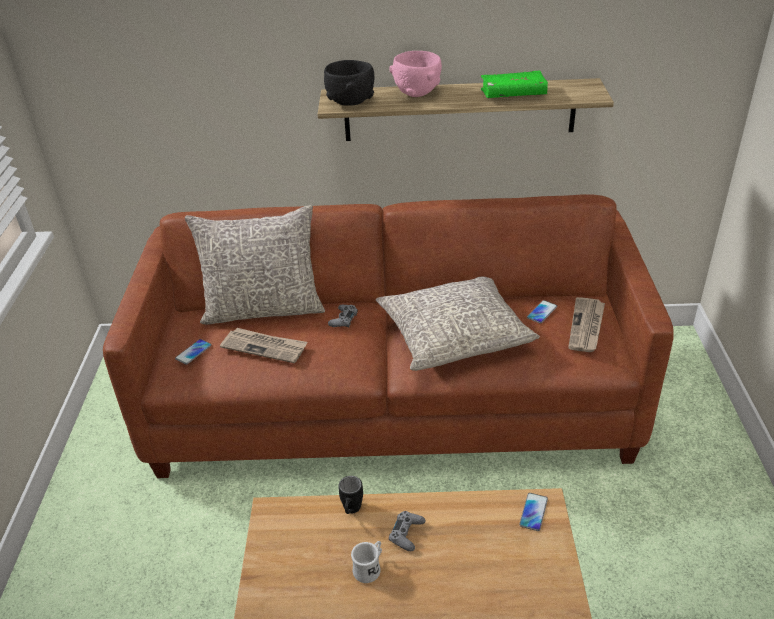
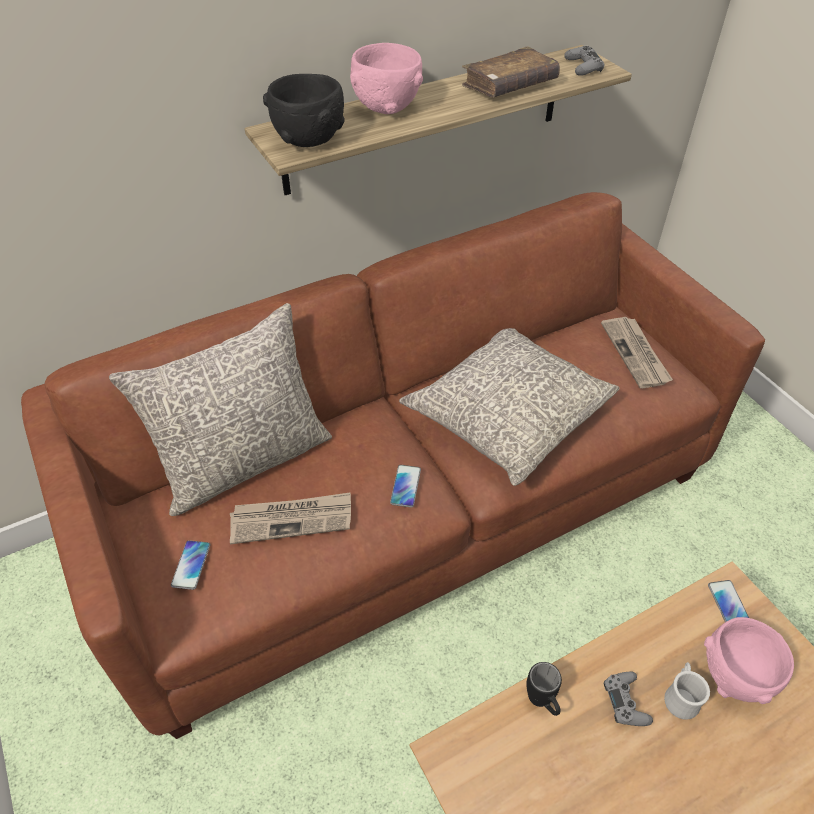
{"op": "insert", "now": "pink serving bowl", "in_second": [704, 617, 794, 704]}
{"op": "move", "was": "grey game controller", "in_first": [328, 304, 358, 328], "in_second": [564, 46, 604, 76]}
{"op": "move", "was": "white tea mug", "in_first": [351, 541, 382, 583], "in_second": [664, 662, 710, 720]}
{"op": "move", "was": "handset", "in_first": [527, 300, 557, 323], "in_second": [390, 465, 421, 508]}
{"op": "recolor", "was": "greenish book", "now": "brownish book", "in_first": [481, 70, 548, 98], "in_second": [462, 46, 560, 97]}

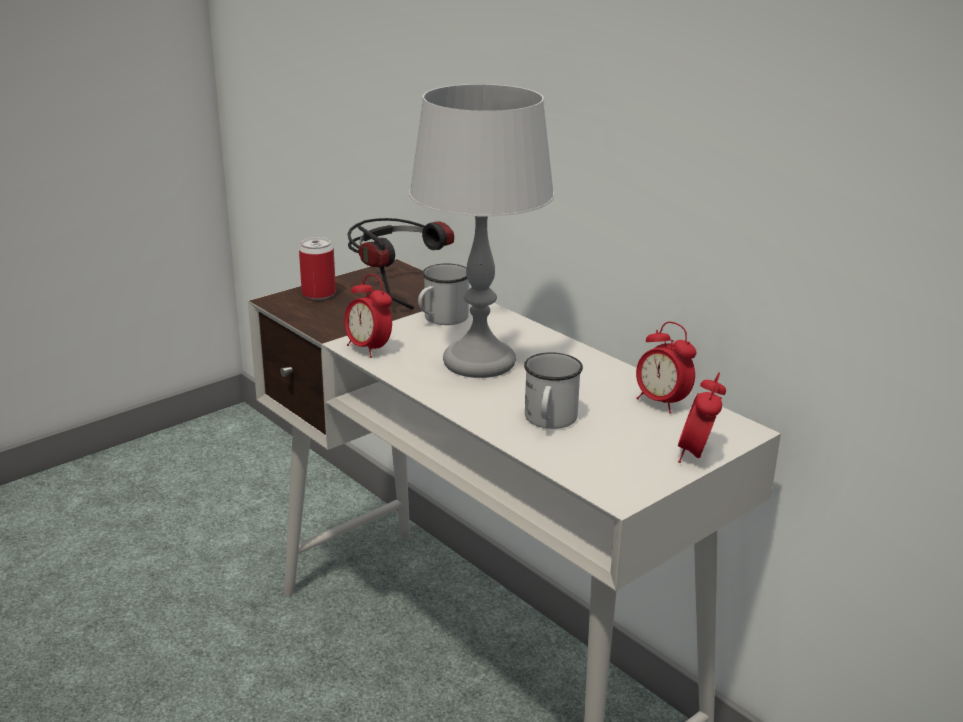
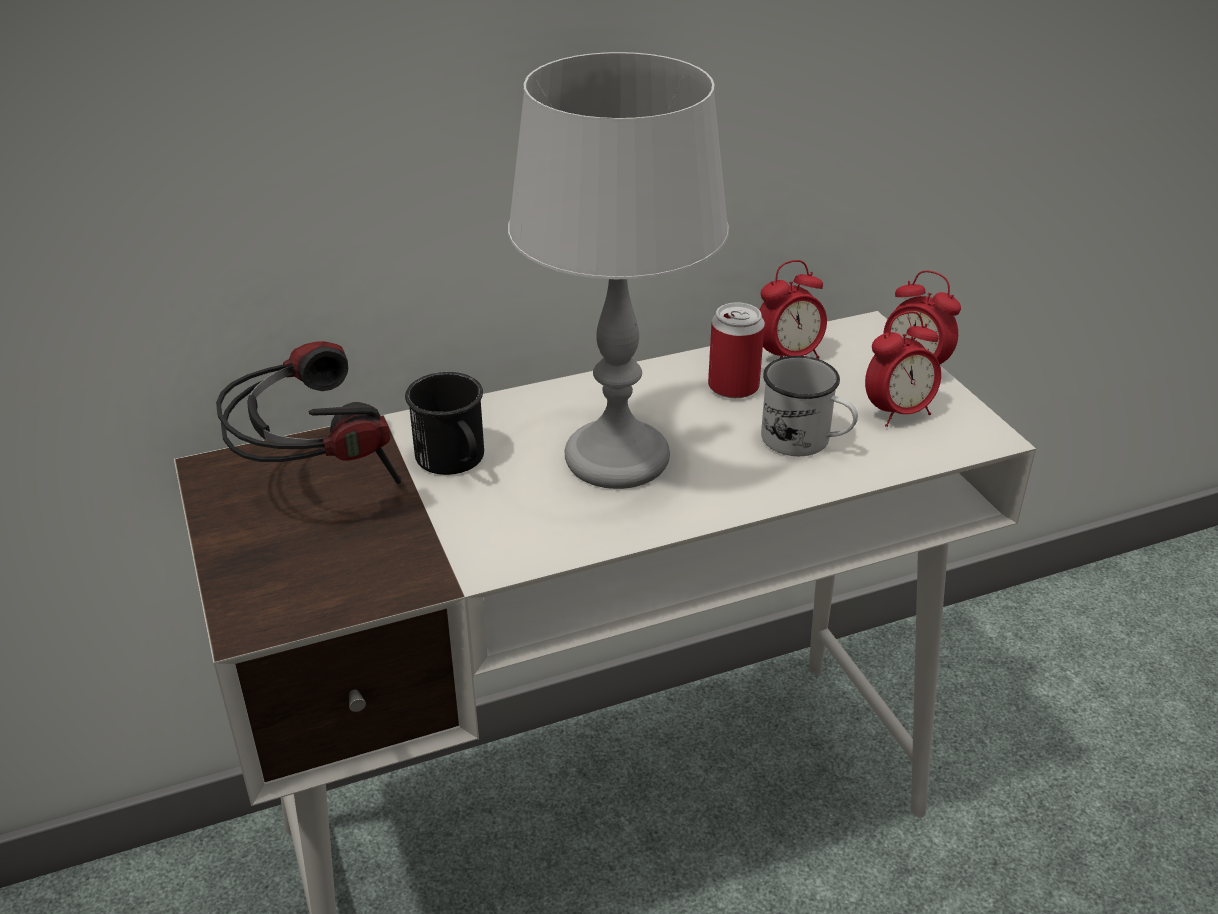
{"op": "move", "was": "sealed can", "in_first": [299, 237, 336, 300], "in_second": [708, 302, 765, 398]}
{"op": "move", "was": "bedside clock", "in_first": [344, 274, 392, 358], "in_second": [865, 311, 941, 427]}
{"op": "recolor", "was": "white tea mug", "now": "blackish tea mug", "in_first": [418, 264, 469, 325], "in_second": [405, 372, 484, 475]}

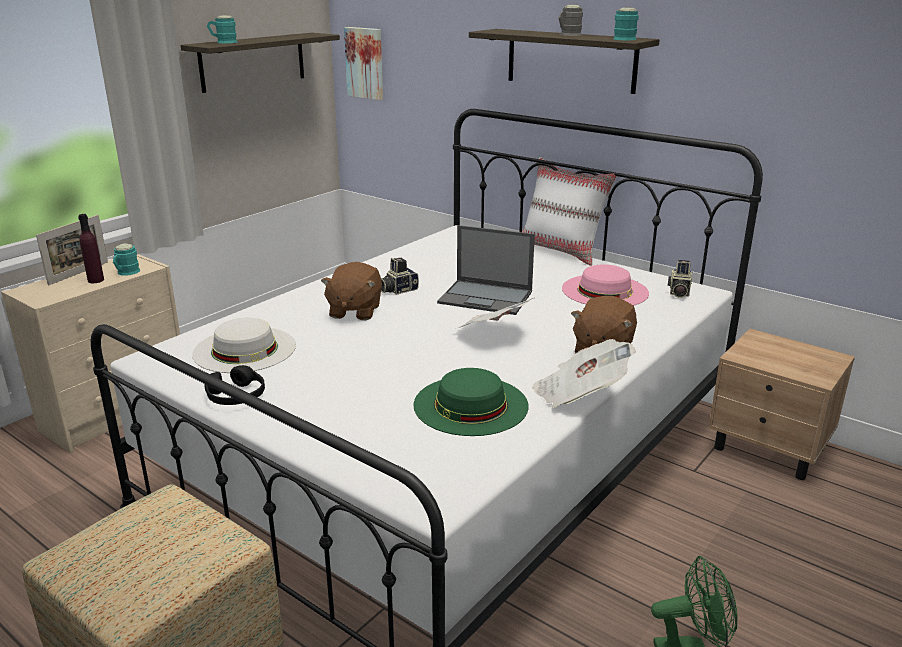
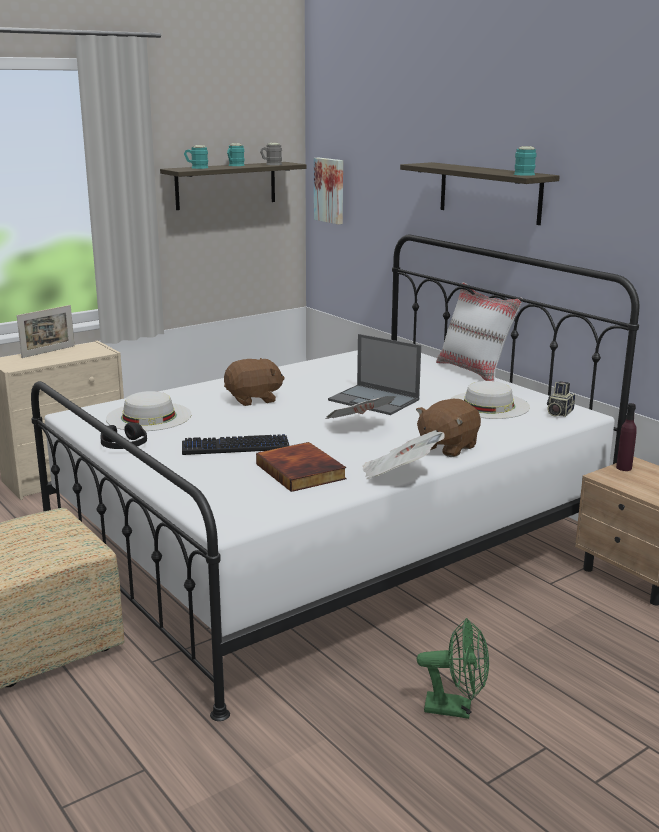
{"op": "delete", "was": "photo camera", "in_first": [381, 258, 419, 295]}
{"op": "insert", "now": "PC keyboard", "in_second": [182, 434, 290, 455]}
{"op": "move", "was": "purple-coloured bottle", "in_first": [78, 214, 104, 283], "in_second": [616, 403, 637, 471]}
{"op": "move", "was": "blue-green tea mug", "in_first": [113, 243, 140, 276], "in_second": [227, 143, 245, 166]}
{"op": "move", "was": "grey tea mug", "in_first": [558, 5, 583, 36], "in_second": [260, 142, 282, 165]}
{"op": "replace", "was": "greenish wearable hat", "now": "book", "in_first": [414, 368, 528, 436], "in_second": [256, 442, 347, 492]}
{"op": "recolor", "was": "pink wearable hat", "now": "white wearable hat", "in_first": [562, 264, 649, 305], "in_second": [450, 381, 530, 419]}
{"op": "rotate", "was": "brownish soft toy", "in_first": [321, 262, 382, 320], "in_second": [224, 358, 285, 406], "clockwise": -135}

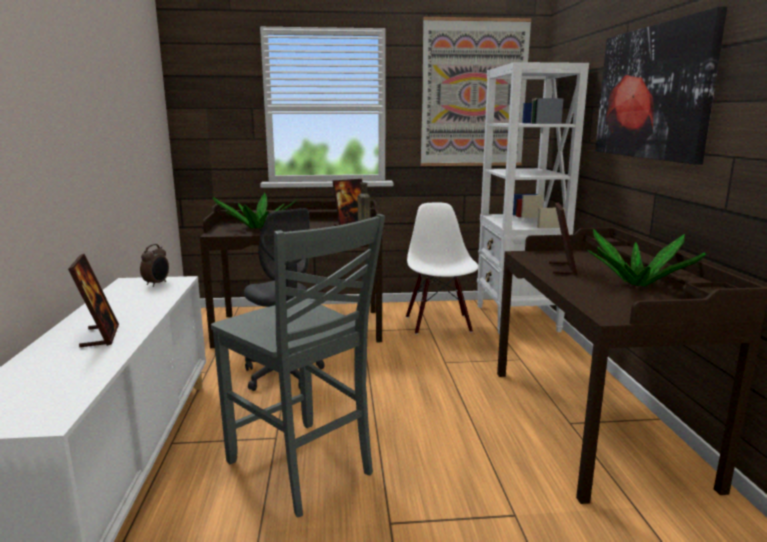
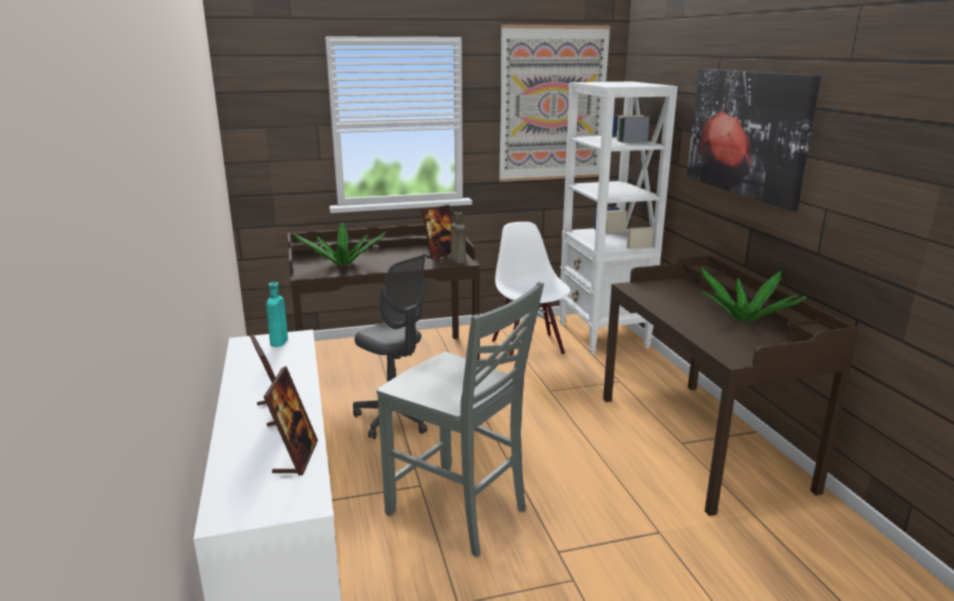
{"op": "move", "was": "picture frame", "in_first": [549, 203, 577, 276], "in_second": [264, 366, 318, 476]}
{"op": "replace", "was": "bedside clock", "now": "blue-green bottle", "in_first": [140, 244, 169, 287], "in_second": [266, 282, 288, 347]}

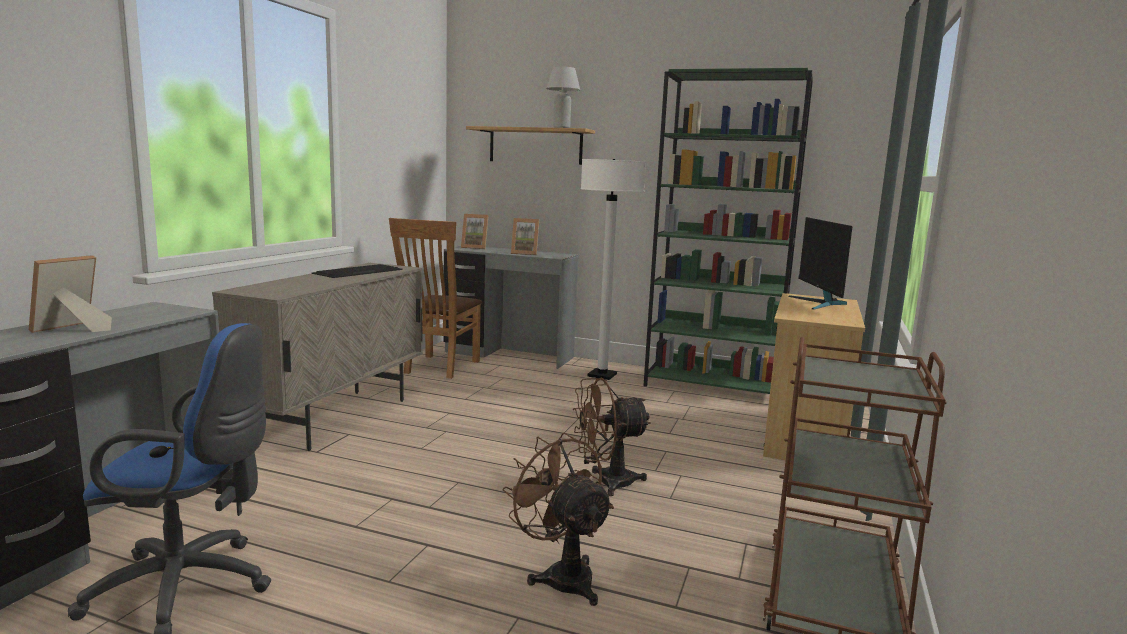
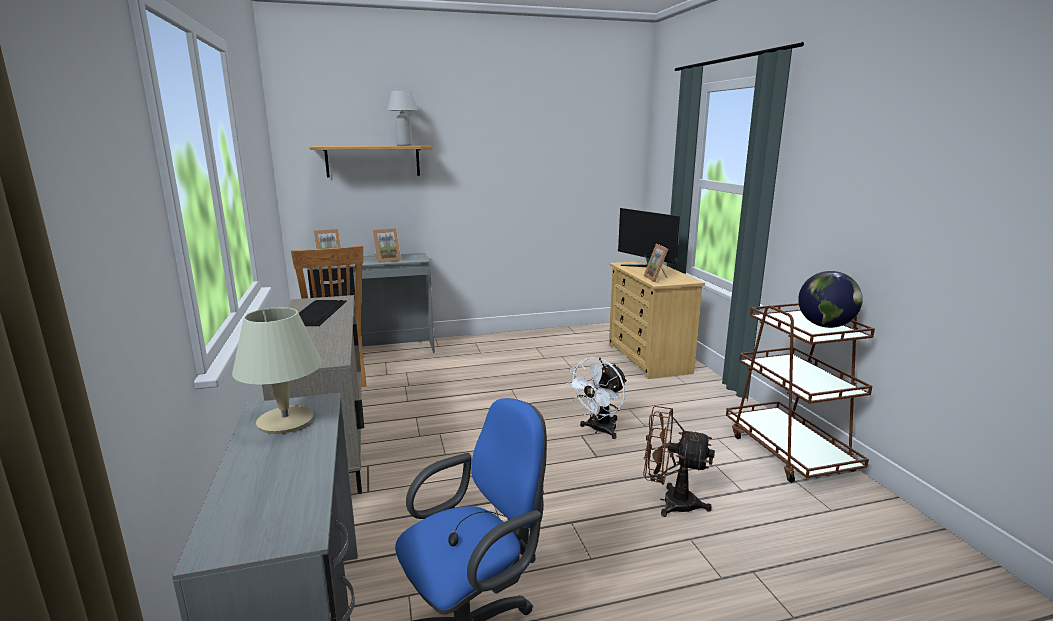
{"op": "delete", "was": "white floor lamp", "in_first": [581, 159, 646, 380]}
{"op": "delete", "was": "greenish bookshelf", "in_first": [643, 68, 813, 394]}
{"op": "insert", "now": "beige-coloured tabletop lamp", "in_second": [232, 307, 322, 434]}
{"op": "insert", "now": "globe", "in_second": [798, 271, 863, 328]}
{"op": "move", "was": "picture frame", "in_first": [29, 255, 112, 333], "in_second": [643, 244, 668, 282]}
{"op": "recolor", "was": "brownish fan", "now": "white fan", "in_first": [573, 377, 651, 496], "in_second": [566, 357, 627, 439]}

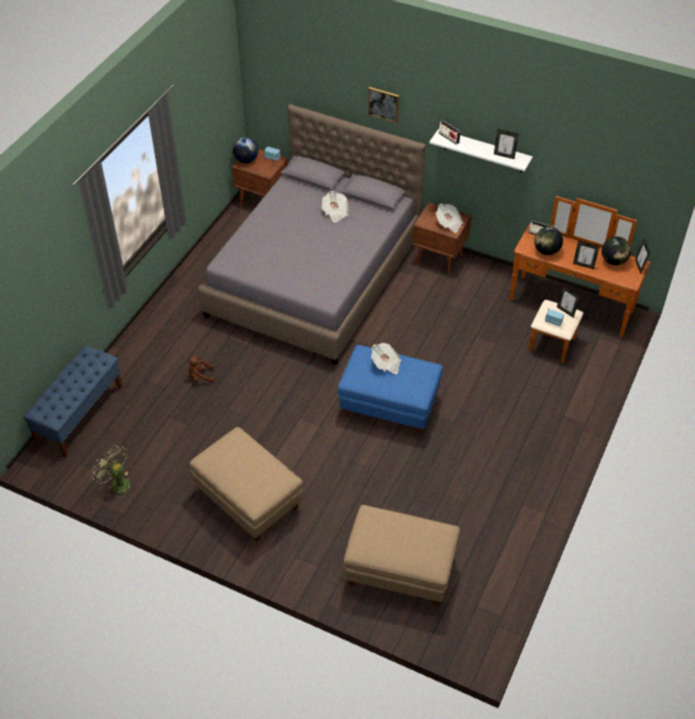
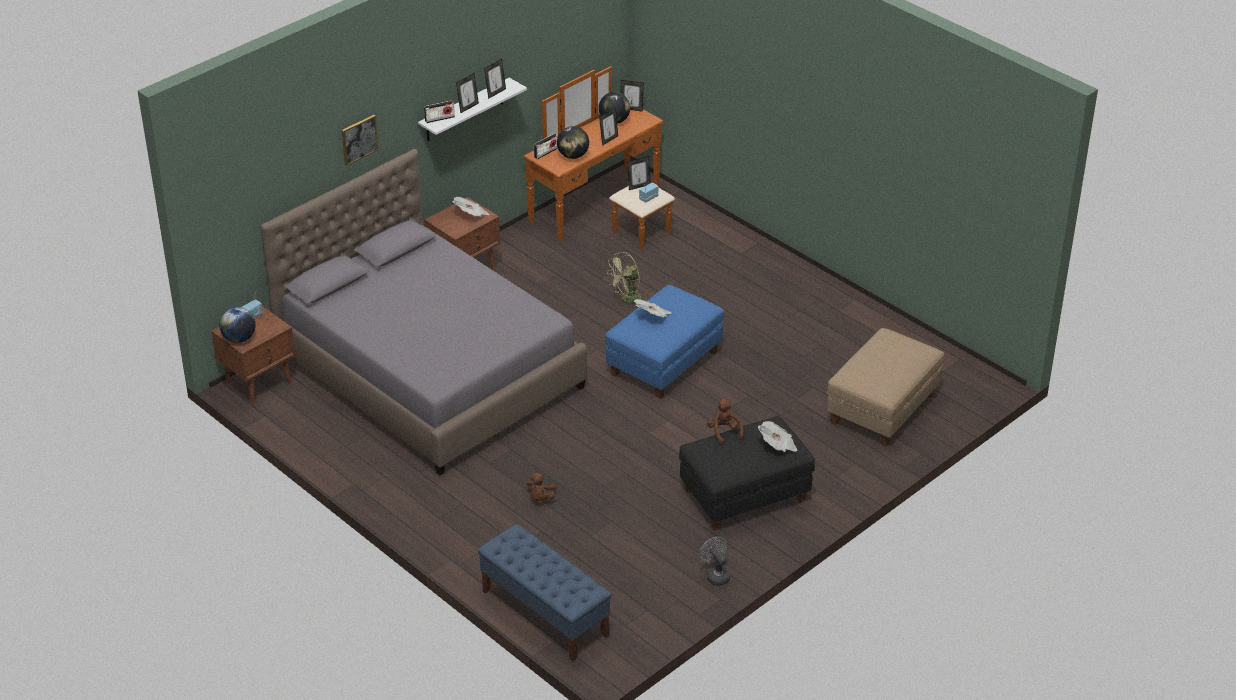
{"op": "insert", "now": "picture frame", "in_second": [456, 73, 479, 113]}
{"op": "insert", "now": "grey fan", "in_second": [700, 537, 730, 586]}
{"op": "insert", "now": "brownish soft toy", "in_second": [707, 399, 743, 444]}
{"op": "move", "was": "greenish fan", "in_first": [92, 445, 131, 499], "in_second": [609, 252, 648, 307]}
{"op": "move", "was": "newspaper", "in_first": [322, 191, 348, 223], "in_second": [758, 421, 798, 452]}
{"op": "recolor", "was": "beige-coloured pouffe", "now": "blackish pouffe", "in_first": [190, 427, 303, 542], "in_second": [679, 416, 815, 531]}

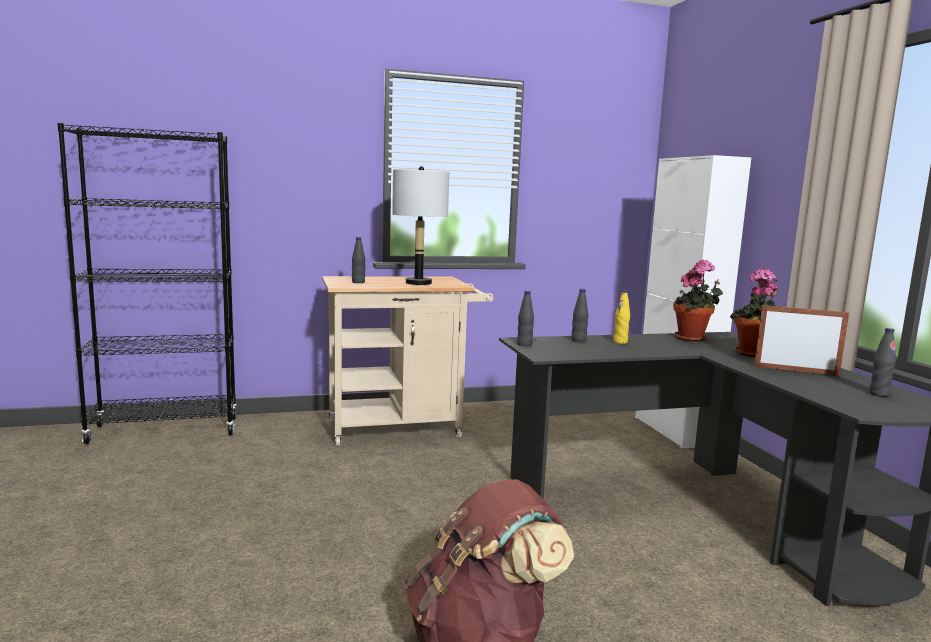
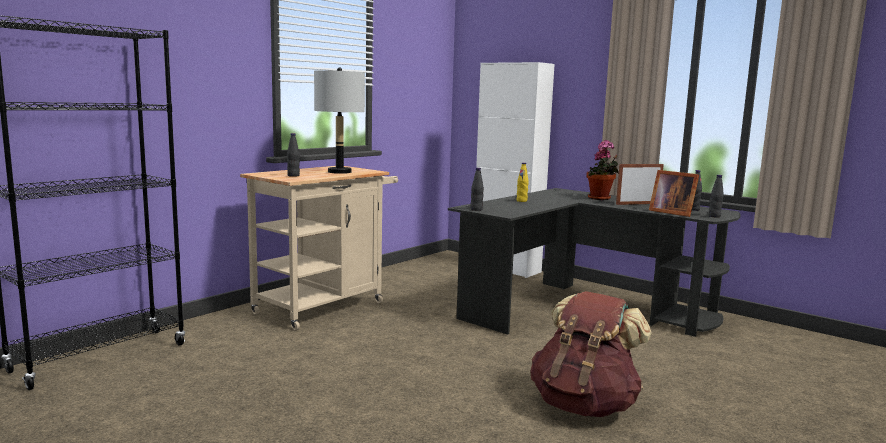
{"op": "delete", "was": "plant in a pot", "in_first": [673, 259, 723, 342]}
{"op": "insert", "now": "picture frame", "in_second": [649, 170, 699, 217]}
{"op": "move", "was": "blackish bottle", "in_first": [572, 289, 588, 342], "in_second": [708, 175, 724, 218]}

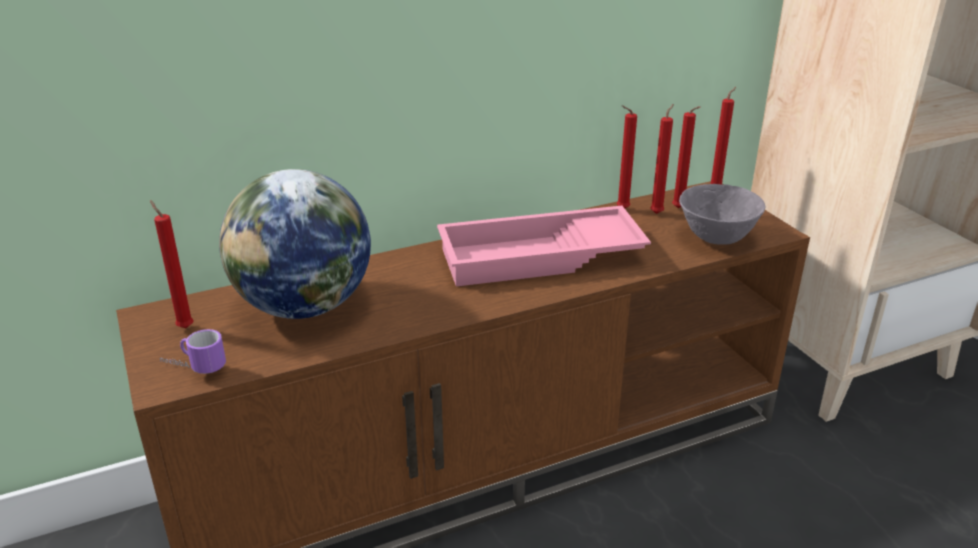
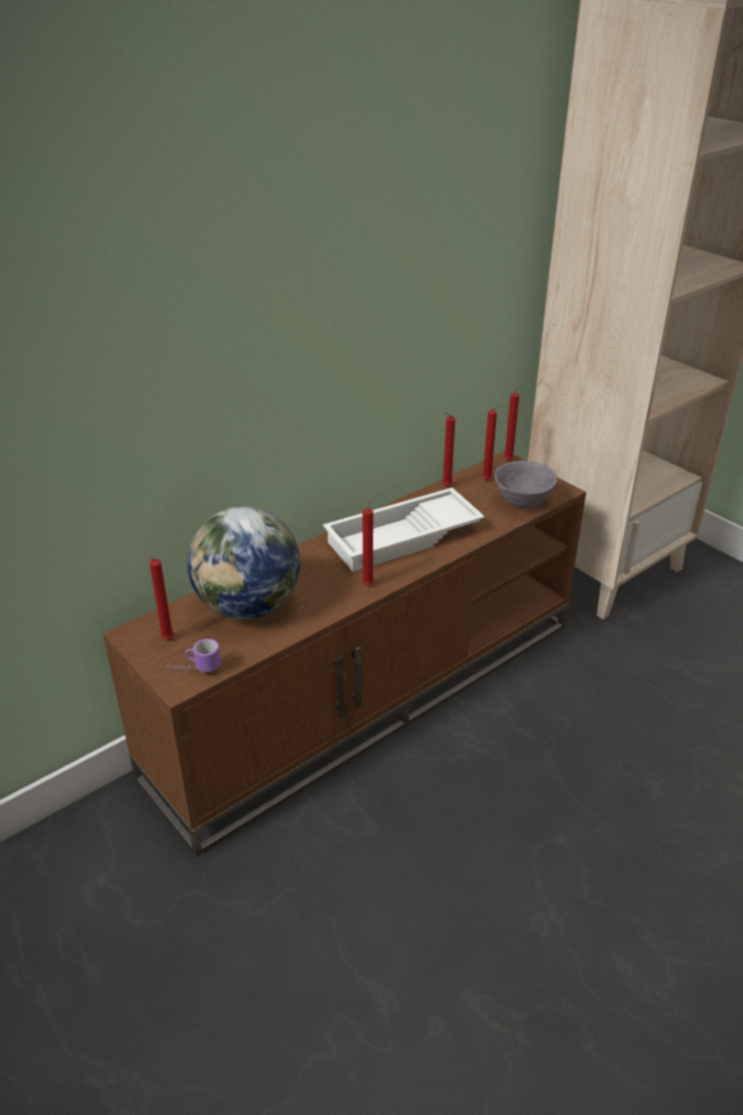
{"op": "move", "was": "reddish wax candle", "in_first": [650, 104, 674, 214], "in_second": [362, 496, 374, 585]}
{"op": "recolor", "was": "pink carrying tray", "now": "white carrying tray", "in_first": [437, 206, 651, 286], "in_second": [323, 488, 485, 572]}

